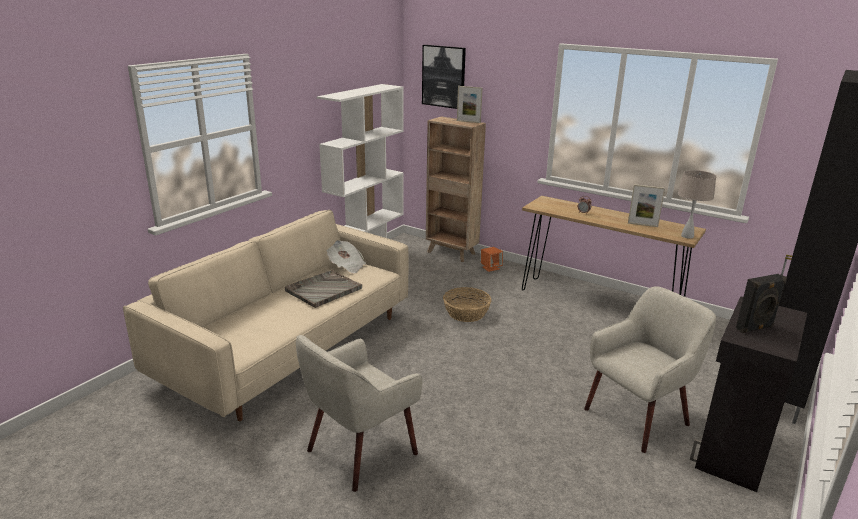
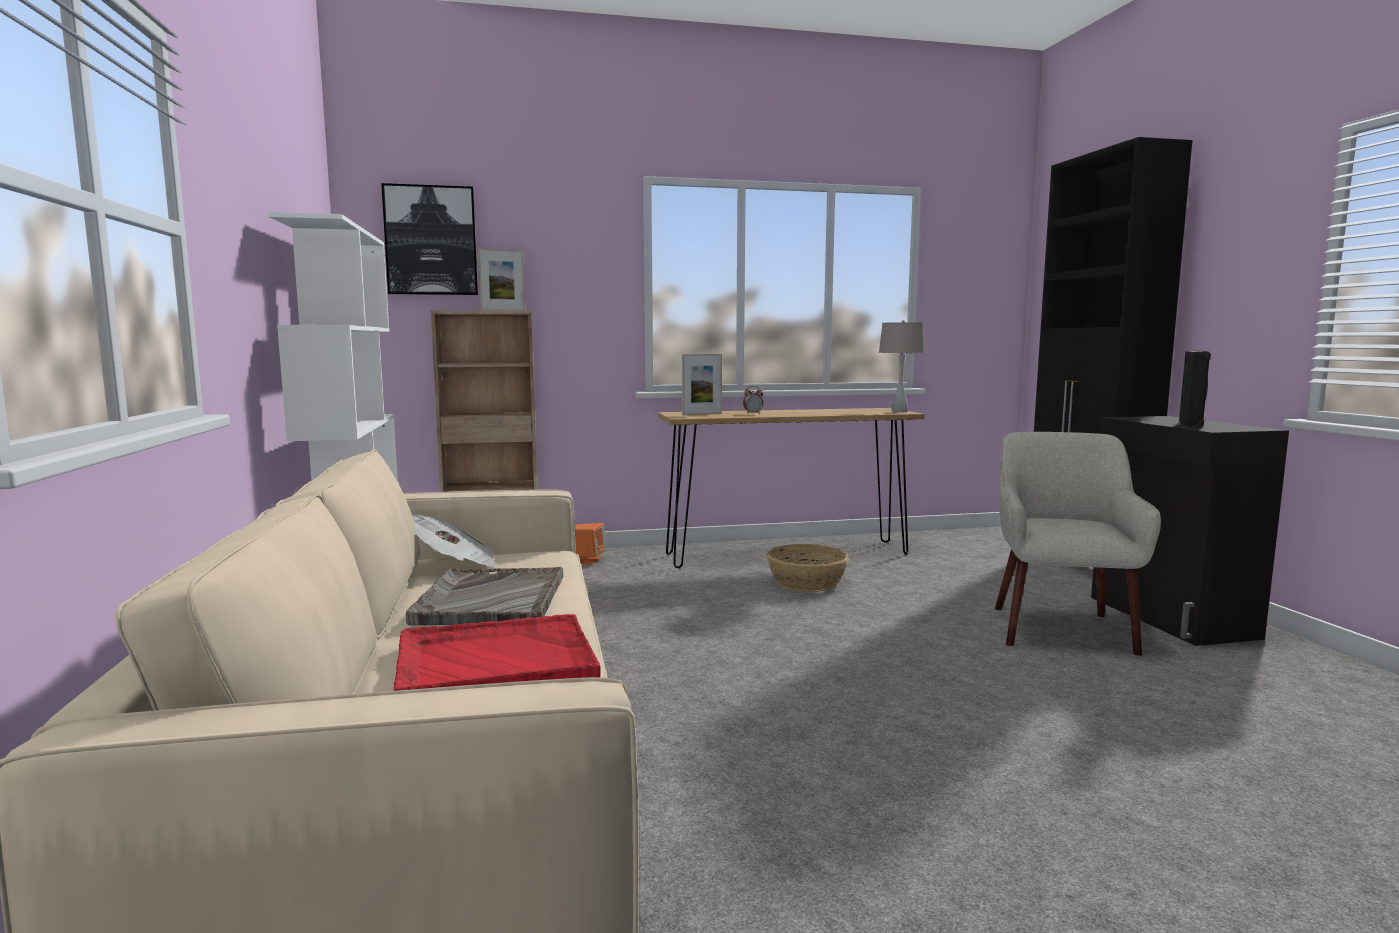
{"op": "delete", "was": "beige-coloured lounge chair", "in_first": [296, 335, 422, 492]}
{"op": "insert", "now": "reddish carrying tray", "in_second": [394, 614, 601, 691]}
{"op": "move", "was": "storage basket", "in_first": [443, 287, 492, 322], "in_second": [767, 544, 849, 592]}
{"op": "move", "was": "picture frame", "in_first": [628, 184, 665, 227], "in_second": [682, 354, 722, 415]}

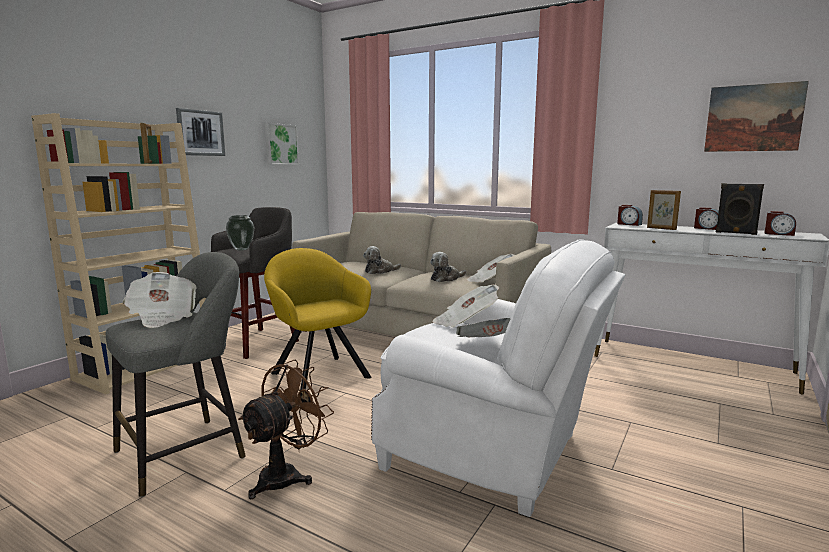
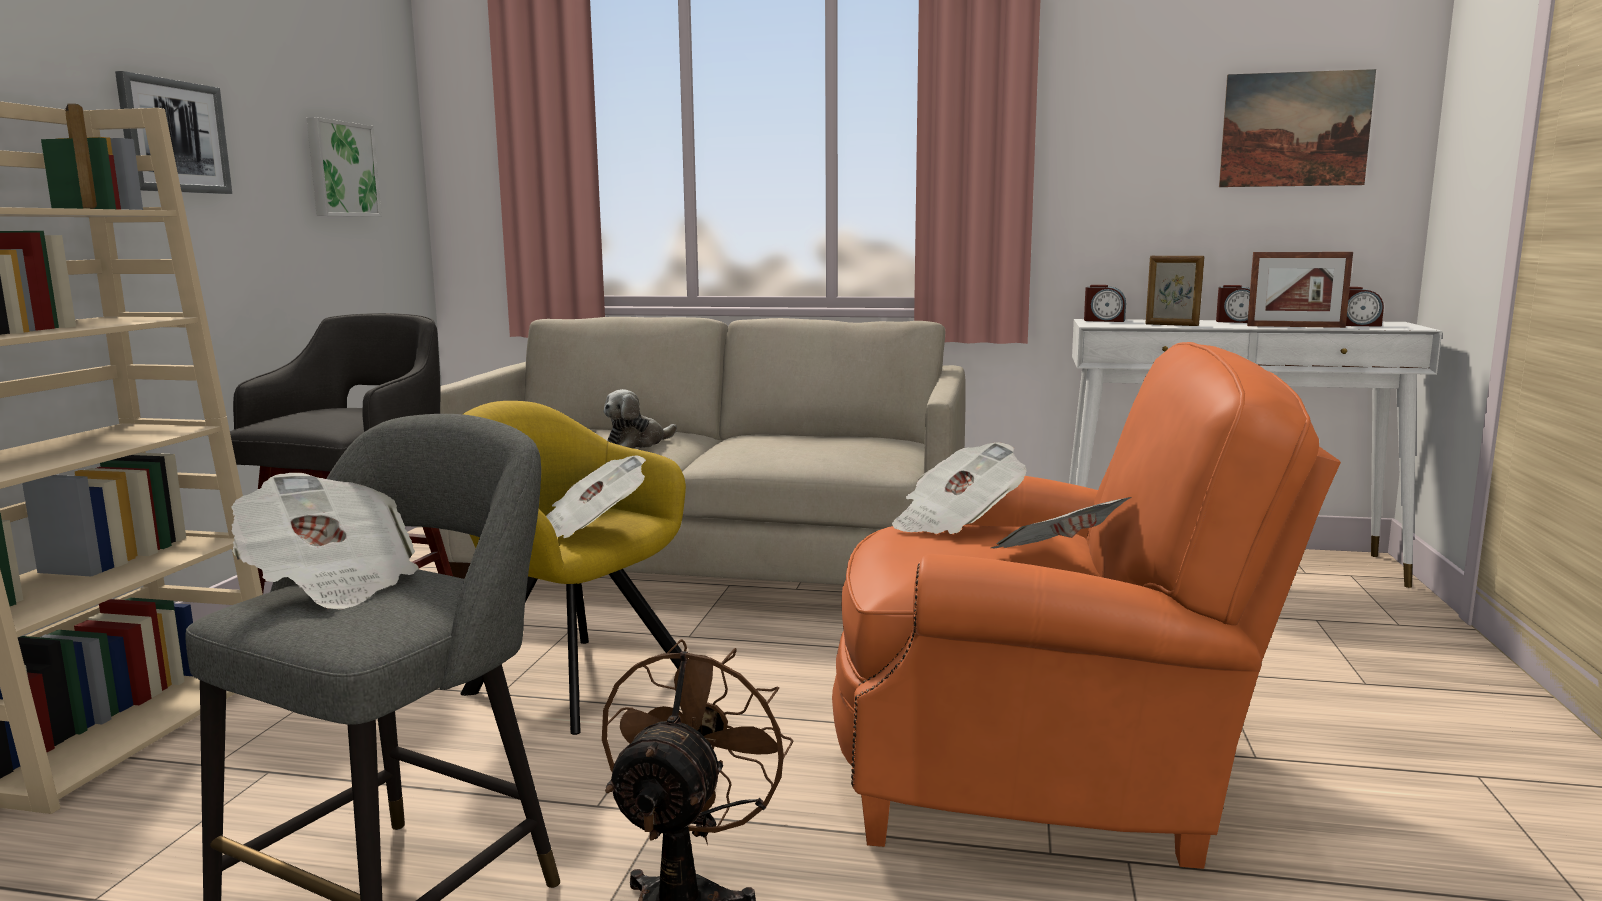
{"op": "delete", "was": "flower vase", "in_first": [226, 215, 254, 251]}
{"op": "delete", "was": "soft toy", "in_first": [430, 252, 466, 282]}
{"op": "move", "was": "newspaper", "in_first": [467, 254, 514, 283], "in_second": [546, 456, 646, 538]}
{"op": "replace", "was": "blackish loudspeaker", "now": "picture frame", "in_first": [716, 183, 764, 235], "in_second": [1247, 252, 1353, 328]}
{"op": "recolor", "was": "white lounge chair", "now": "orange lounge chair", "in_first": [371, 239, 625, 517], "in_second": [832, 342, 1341, 869]}

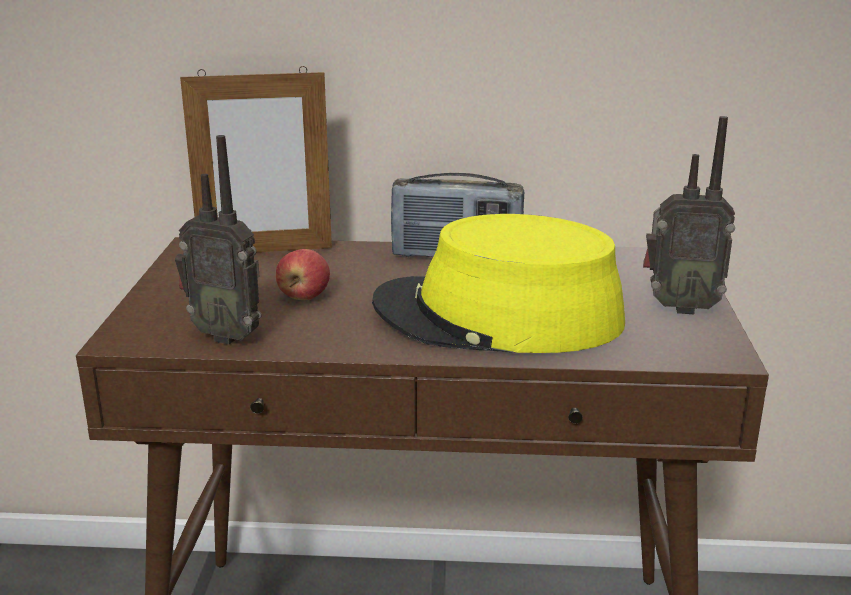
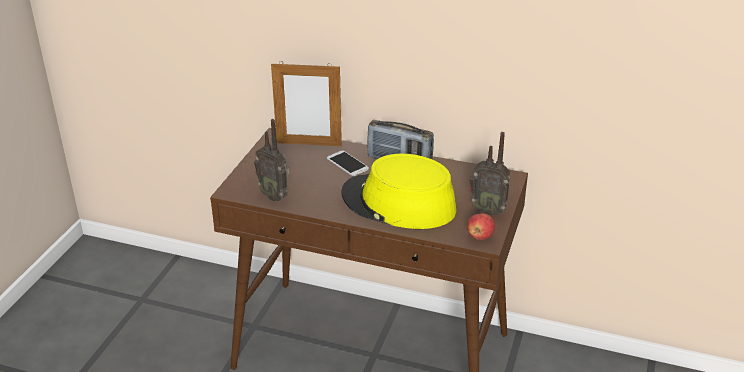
{"op": "insert", "now": "handset", "in_second": [327, 150, 369, 176]}
{"op": "move", "was": "apple fruit", "in_first": [276, 249, 330, 300], "in_second": [467, 213, 495, 240]}

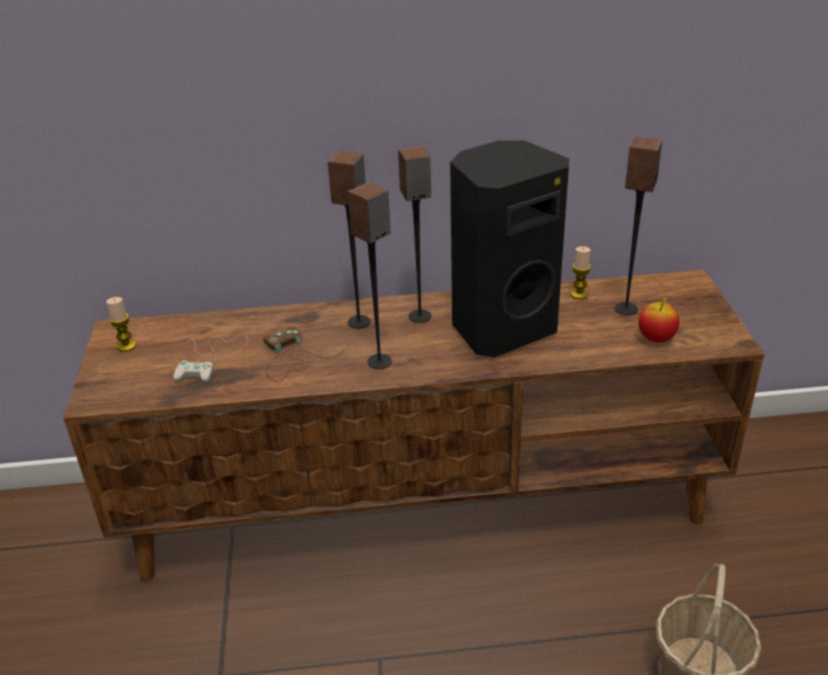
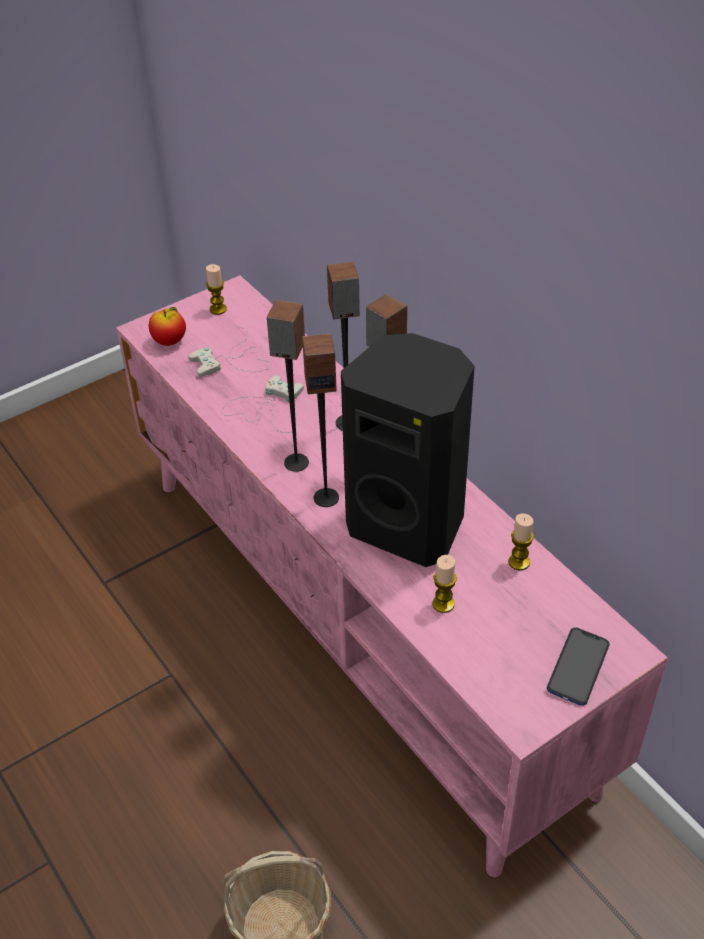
{"op": "insert", "now": "wax candle", "in_second": [432, 555, 457, 613]}
{"op": "insert", "now": "handset", "in_second": [547, 628, 610, 706]}
{"op": "move", "was": "loudspeaker", "in_first": [615, 137, 662, 315], "in_second": [302, 333, 339, 507]}
{"op": "move", "was": "apple fruit", "in_first": [638, 295, 680, 342], "in_second": [149, 307, 186, 346]}
{"op": "recolor", "was": "brownish tv unit", "now": "pink tv unit", "in_first": [63, 270, 764, 582], "in_second": [116, 275, 668, 877]}
{"op": "recolor", "was": "brownish game controller", "now": "white game controller", "in_first": [263, 326, 345, 382], "in_second": [222, 376, 304, 433]}

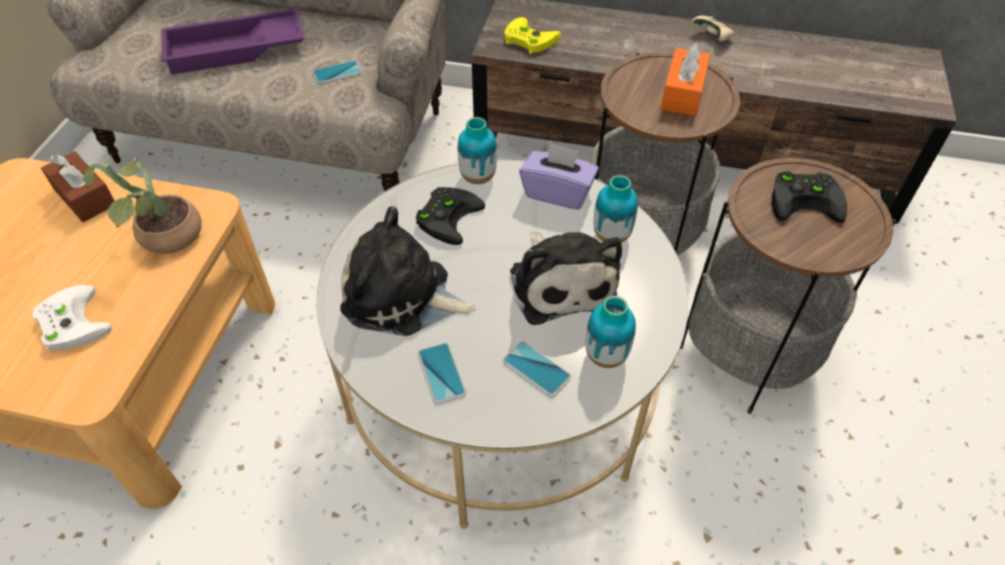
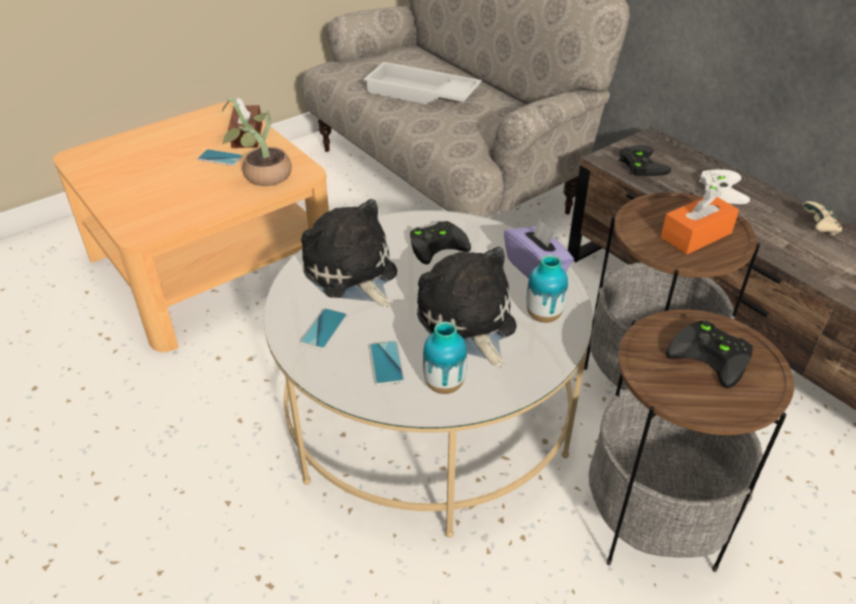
{"op": "delete", "was": "flower vase", "in_first": [458, 117, 497, 184]}
{"op": "move", "was": "white game controller", "in_first": [33, 285, 112, 351], "in_second": [699, 169, 750, 204]}
{"op": "move", "was": "handset", "in_first": [313, 61, 362, 84], "in_second": [198, 149, 243, 166]}
{"op": "recolor", "was": "purple-coloured carrying tray", "now": "white carrying tray", "in_first": [161, 8, 305, 75], "in_second": [364, 62, 482, 104]}
{"op": "recolor", "was": "yellowish game controller", "now": "blackish game controller", "in_first": [504, 17, 561, 54], "in_second": [618, 145, 671, 176]}
{"op": "rotate", "was": "soft toy", "in_first": [510, 232, 622, 325], "in_second": [417, 247, 516, 367], "clockwise": 135}

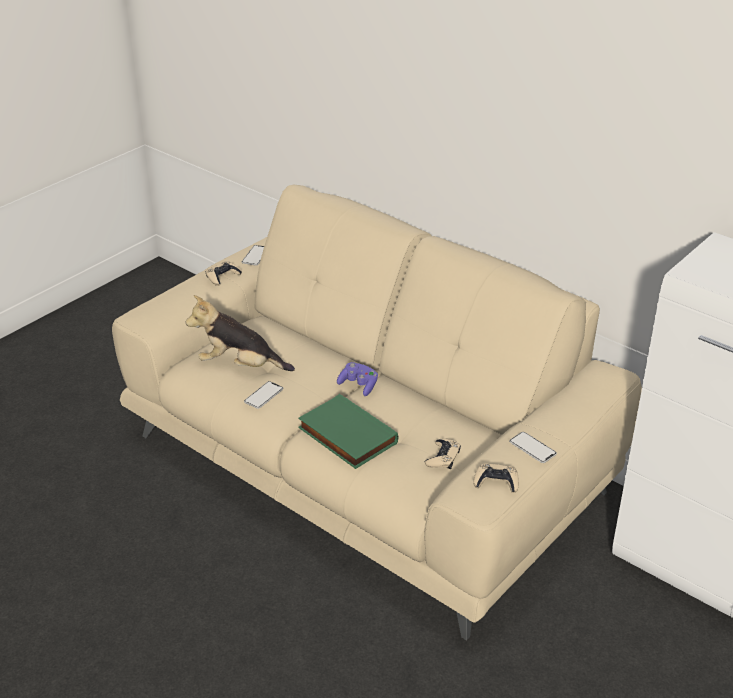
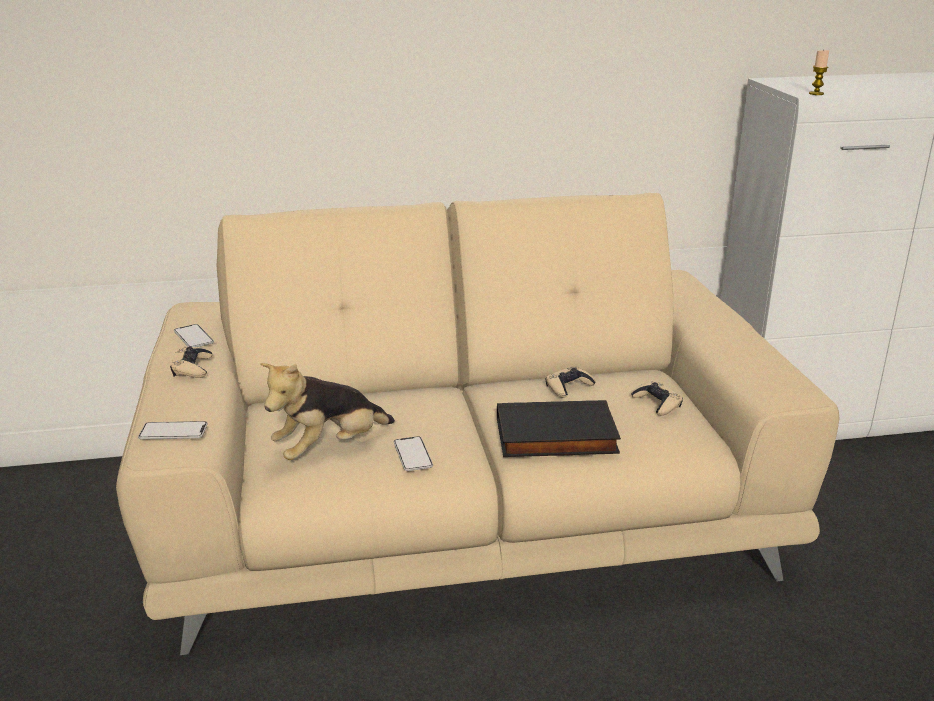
{"op": "delete", "was": "purple-coloured game controller", "in_first": [337, 362, 378, 396]}
{"op": "insert", "now": "wax candle", "in_second": [809, 49, 829, 95]}
{"op": "move", "was": "beige-coloured game controller", "in_first": [474, 463, 519, 493], "in_second": [546, 367, 595, 398]}
{"op": "move", "was": "handset", "in_first": [509, 432, 557, 463], "in_second": [138, 421, 208, 440]}
{"op": "recolor", "was": "greenish book", "now": "blackish book", "in_first": [298, 394, 398, 469], "in_second": [497, 400, 621, 457]}

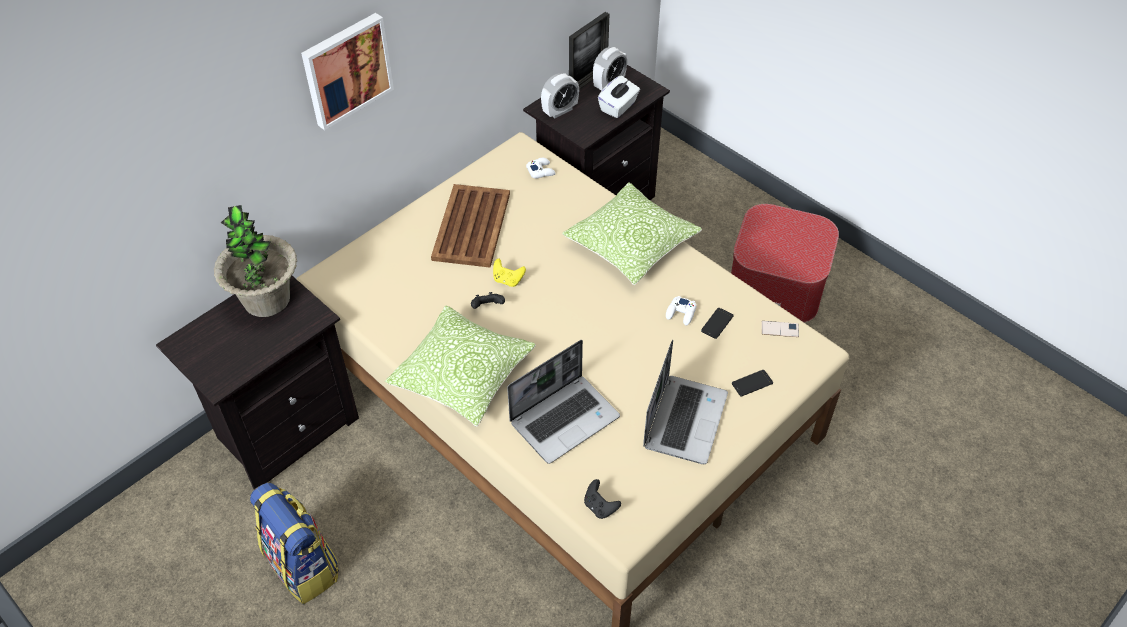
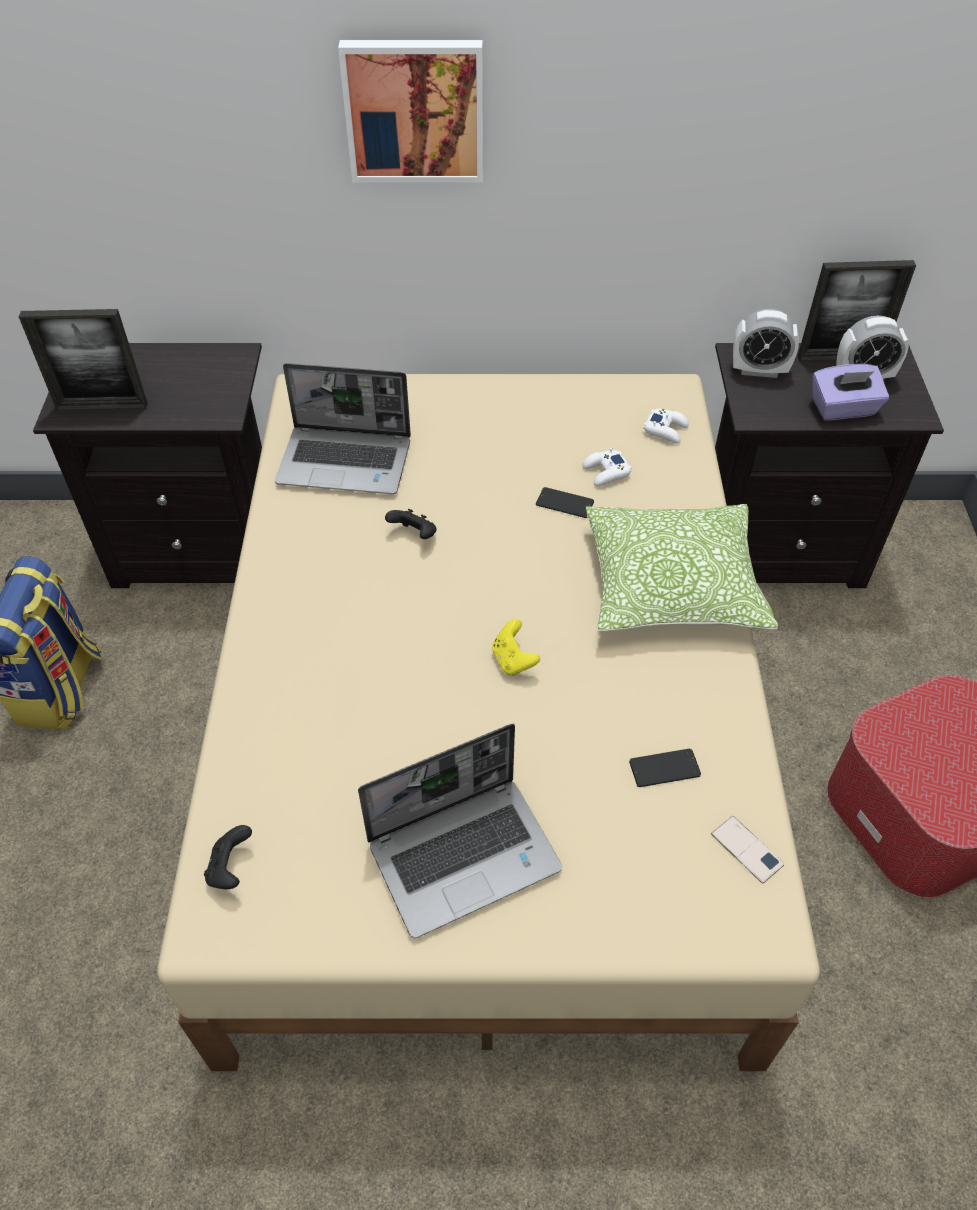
{"op": "delete", "was": "plant in a pot", "in_first": [214, 205, 297, 317]}
{"op": "delete", "was": "throw pillow", "in_first": [385, 306, 536, 427]}
{"op": "delete", "was": "brownish carrying tray", "in_first": [431, 184, 510, 268]}
{"op": "insert", "now": "picture frame", "in_second": [19, 309, 148, 411]}
{"op": "move", "was": "yellowish game controller", "in_first": [493, 259, 526, 287], "in_second": [492, 619, 540, 676]}
{"op": "move", "was": "notebook computer", "in_first": [507, 340, 620, 464], "in_second": [275, 363, 411, 494]}
{"op": "move", "was": "white game controller", "in_first": [666, 296, 697, 325], "in_second": [582, 448, 632, 486]}
{"op": "move", "was": "handset", "in_first": [732, 370, 773, 396], "in_second": [536, 487, 594, 518]}
{"op": "recolor", "was": "white tissue holder", "now": "purple-coloured tissue holder", "in_first": [598, 75, 640, 118], "in_second": [812, 364, 889, 420]}

